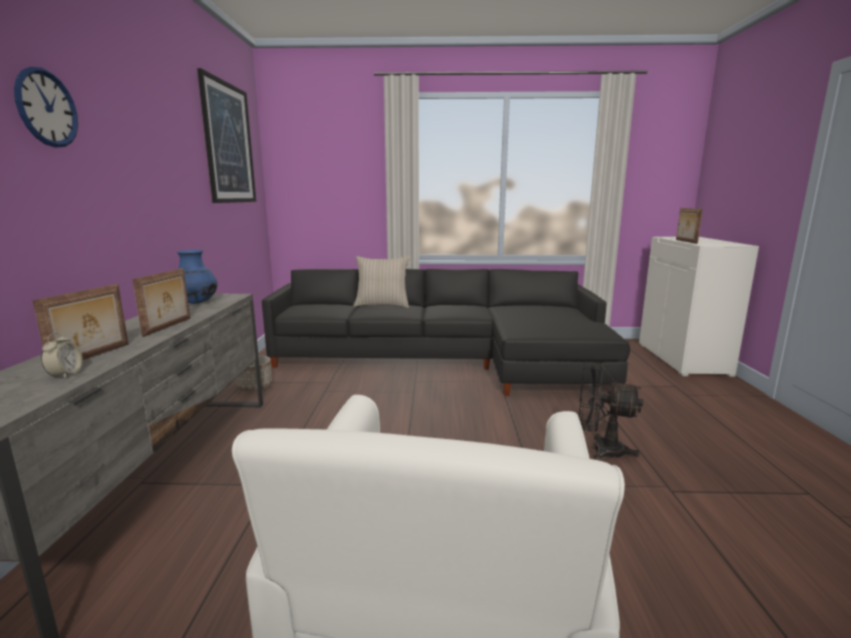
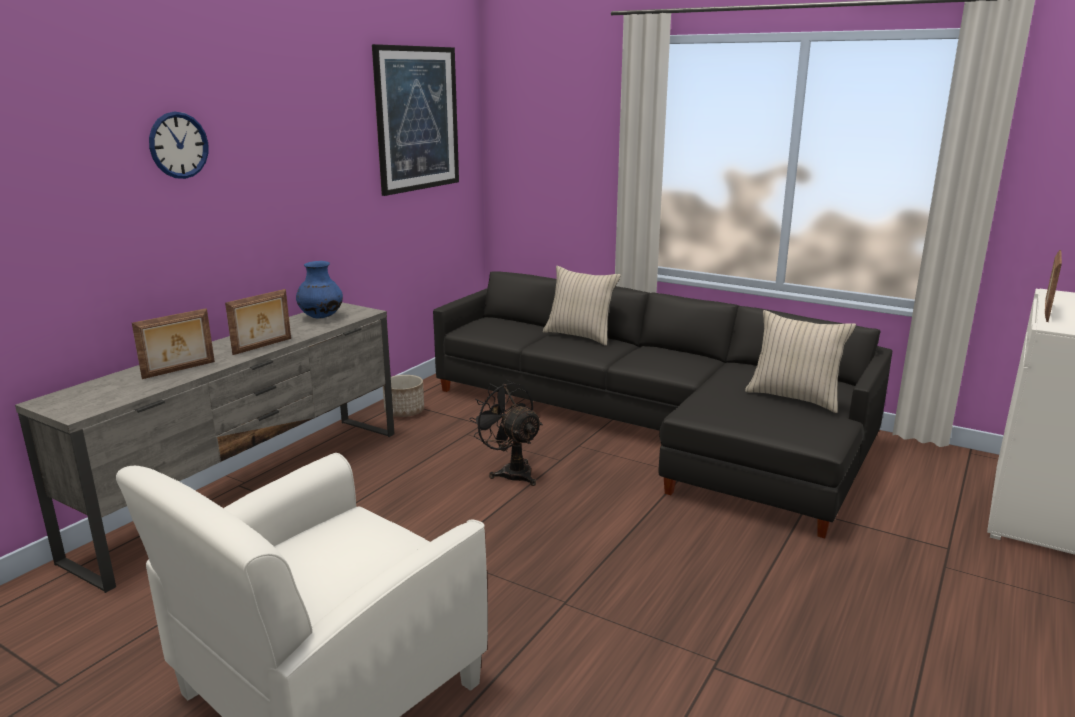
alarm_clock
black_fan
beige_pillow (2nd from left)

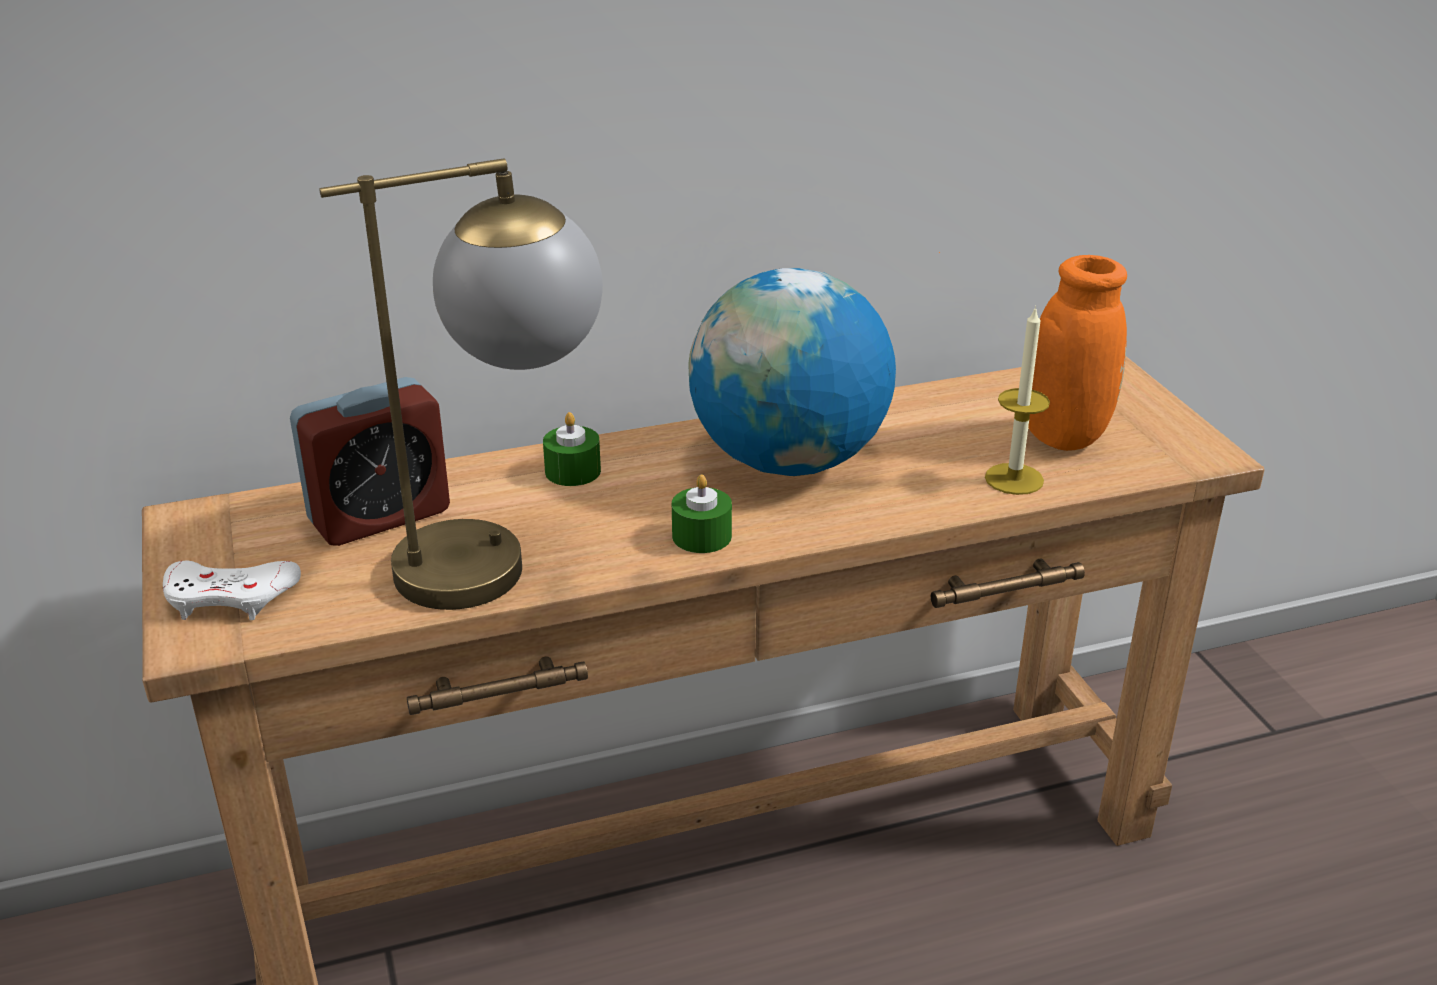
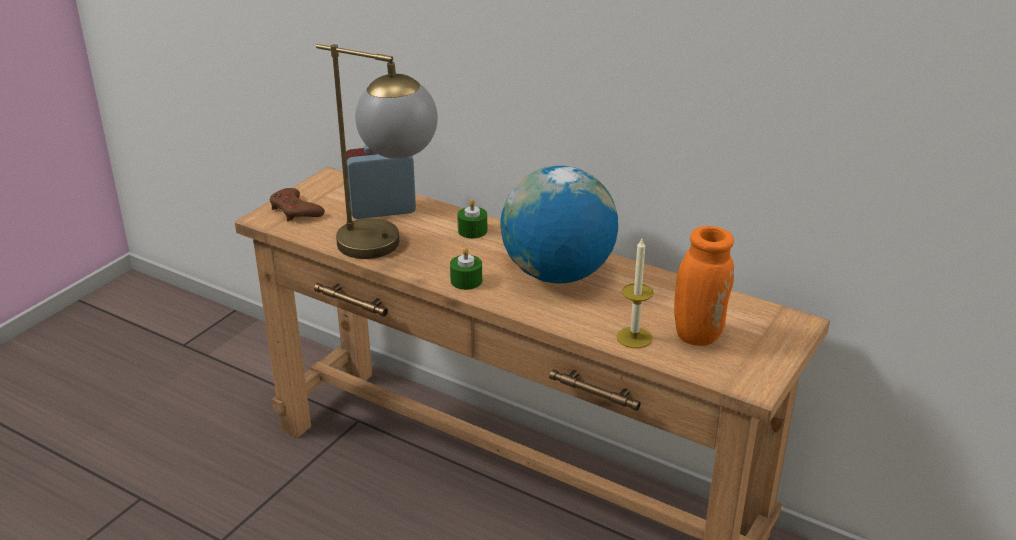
brown_game_controller
alarm_clock

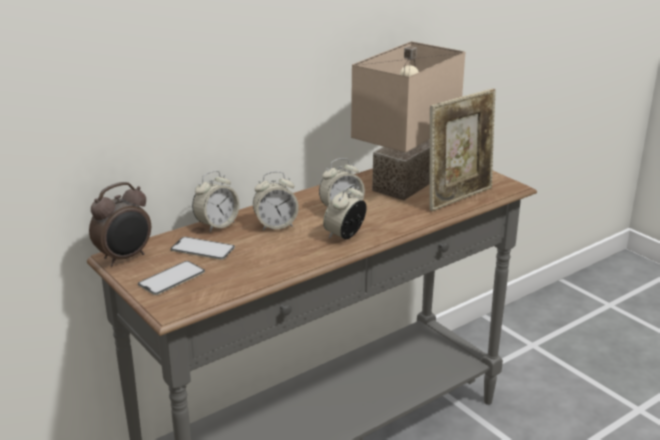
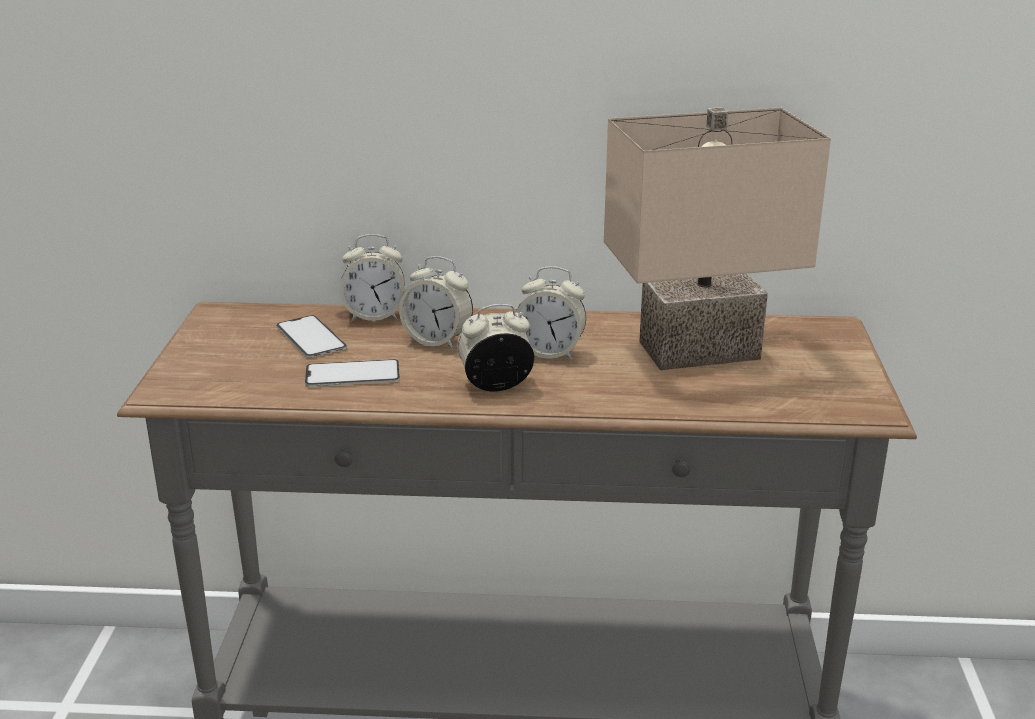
alarm_clock (1st from left in the first image)
phone (2nd from left)
picture_frame

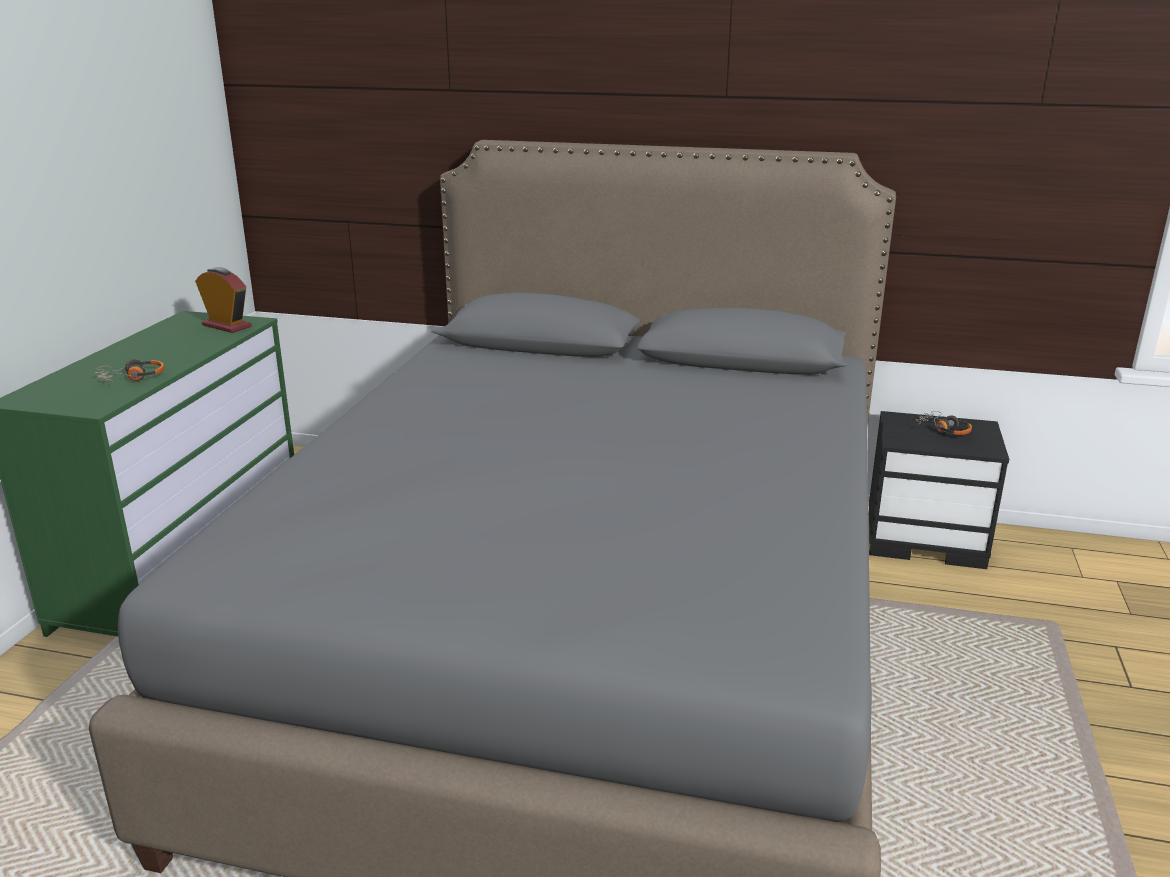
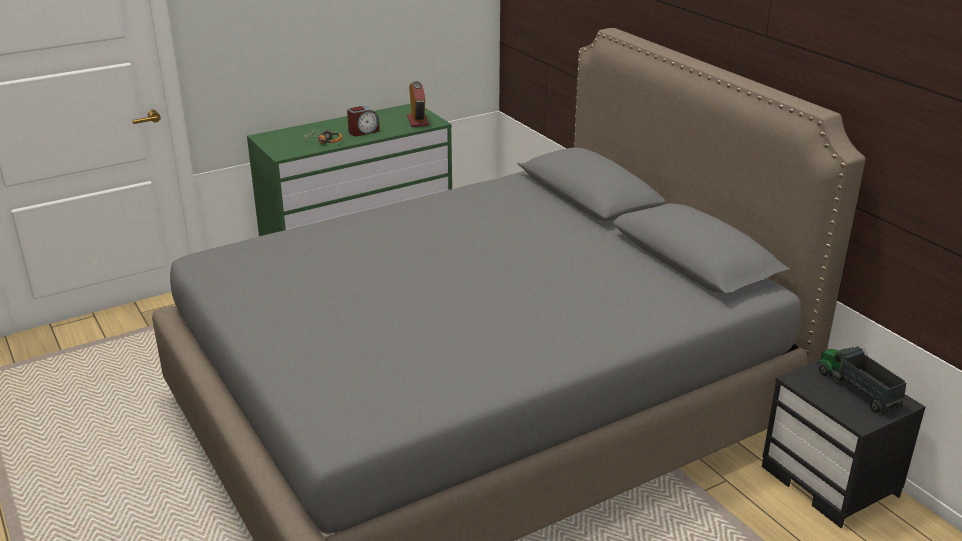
toy_truck
alarm_clock (1st from left)

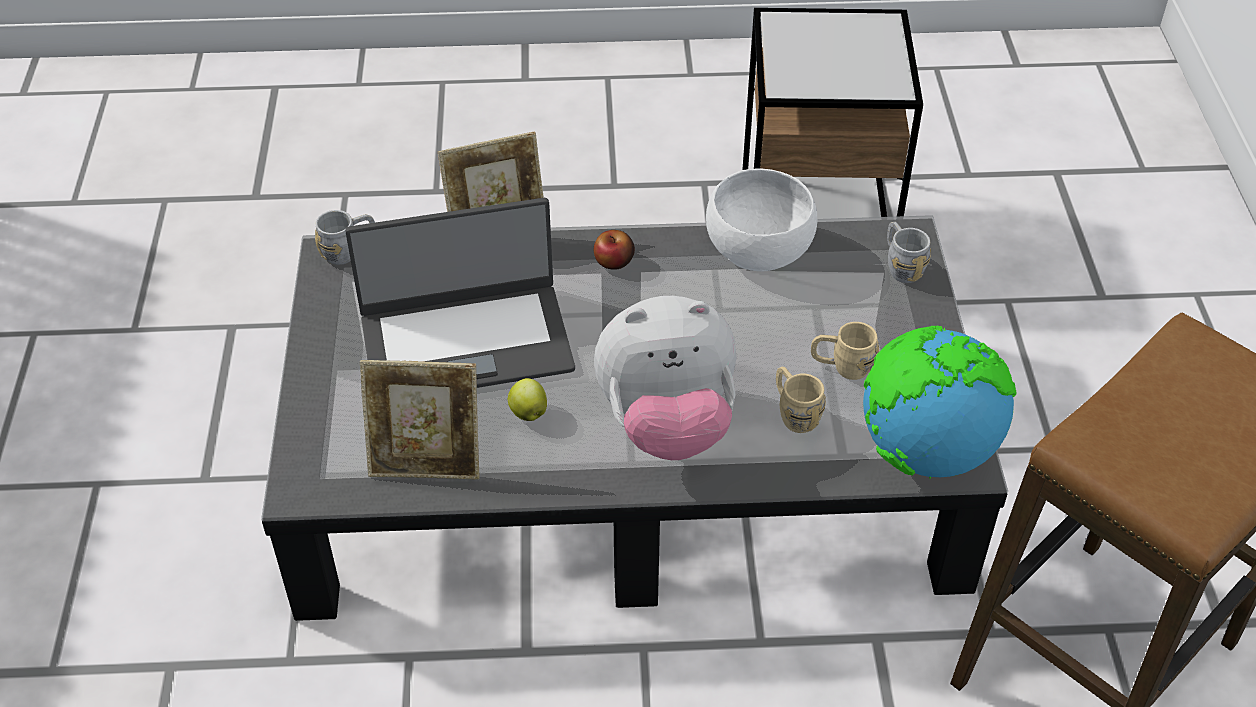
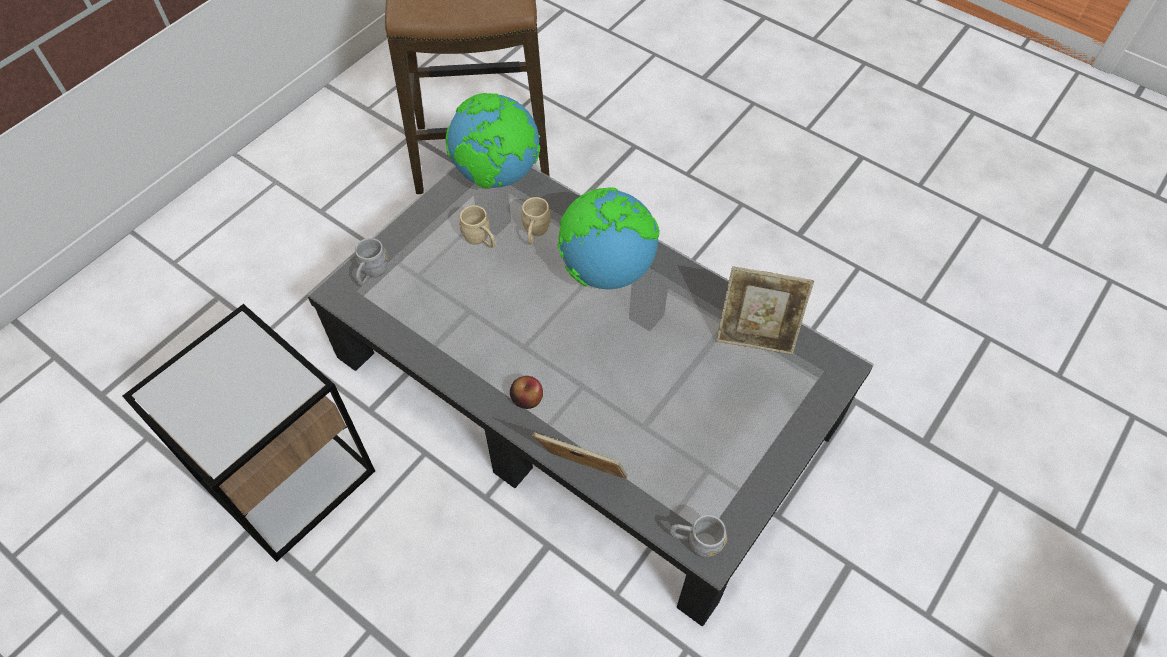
laptop
picture_frame (2nd from left)
apple (1st from left in the first image)
globe (2nd from left)
white_bowl

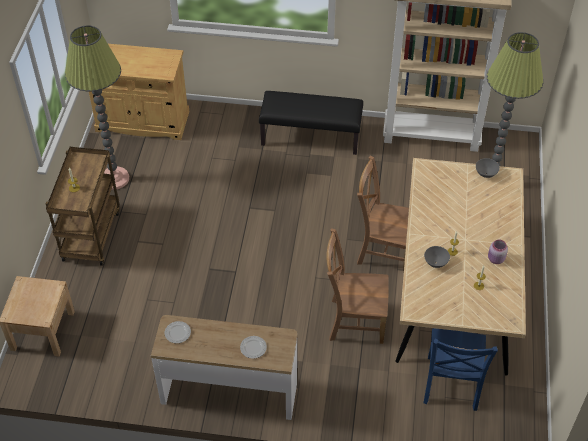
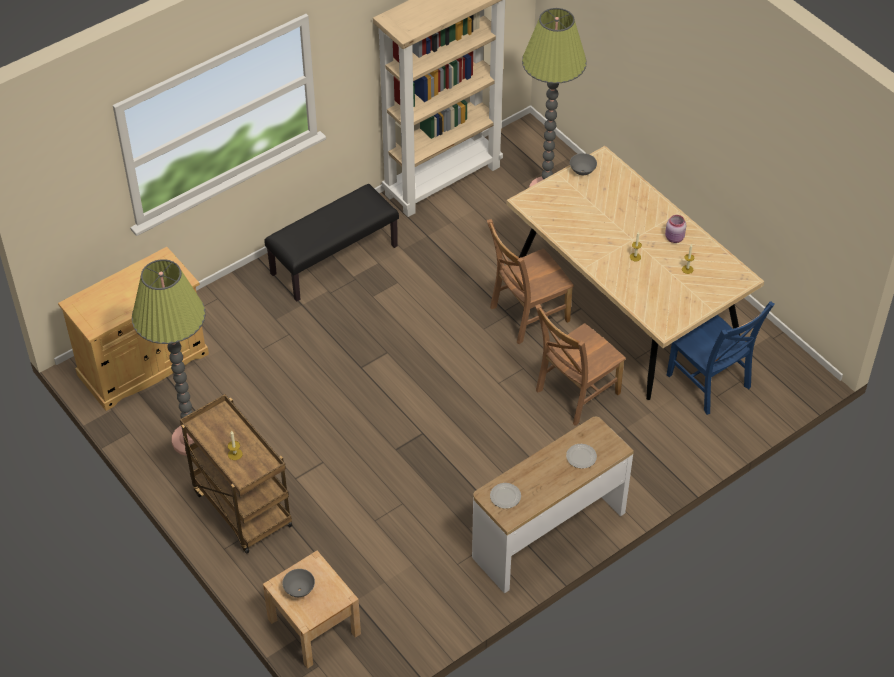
grey_bowl (1st from left)

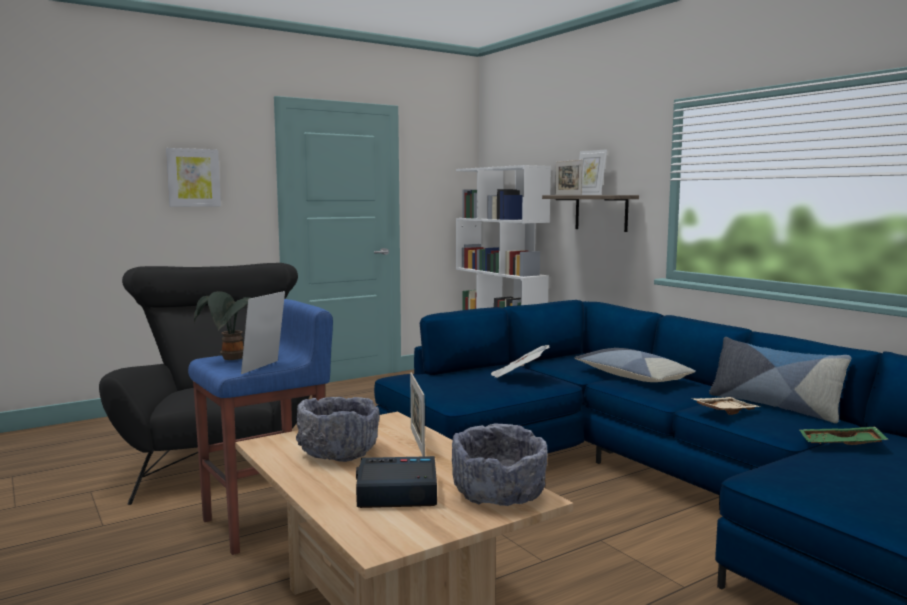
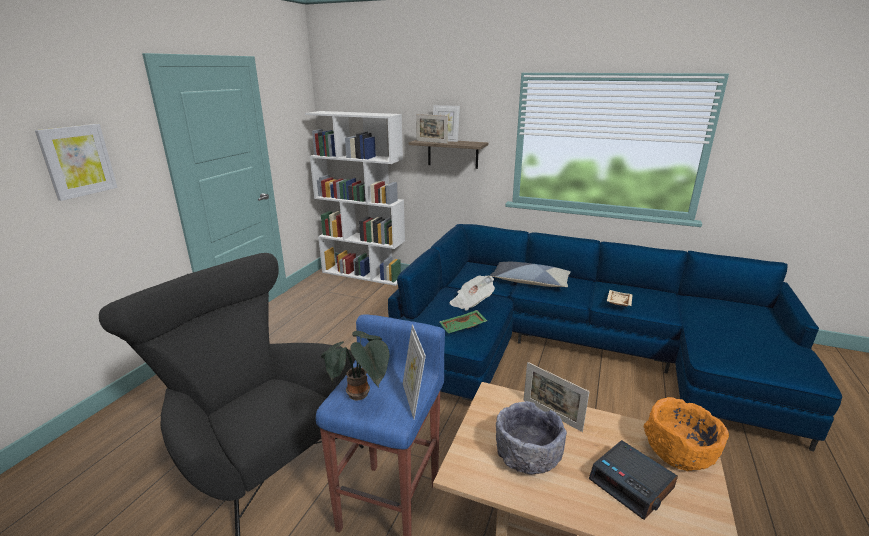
alarm_clock
orange_bowl
pillow (2nd from left in the first image)
green_tray

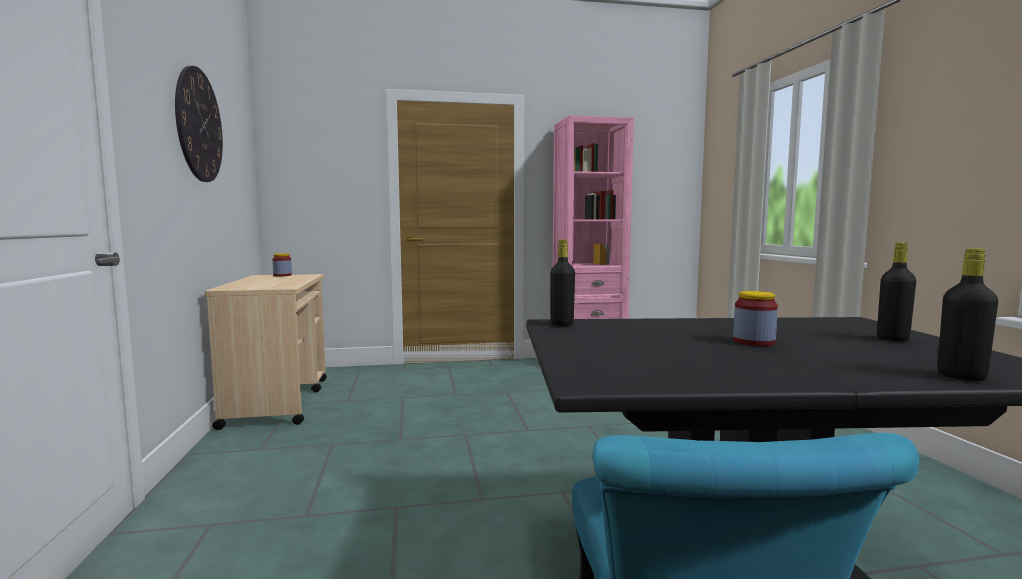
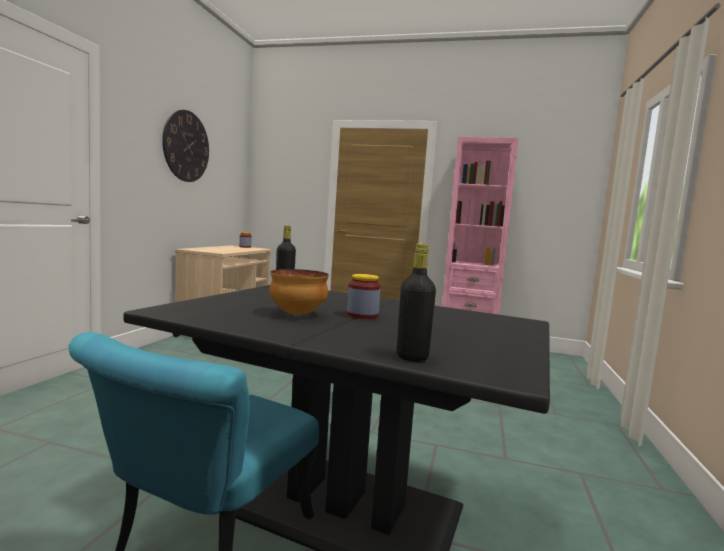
black_bottle (2nd from left in the first image)
bowl

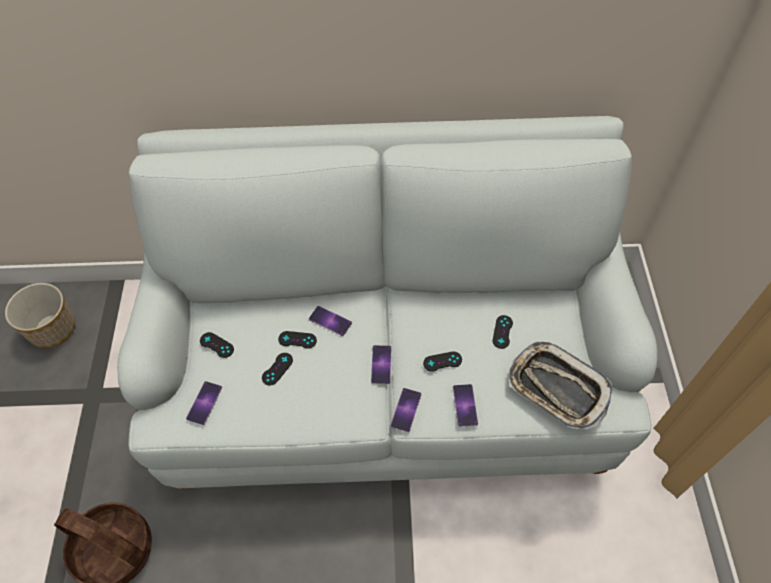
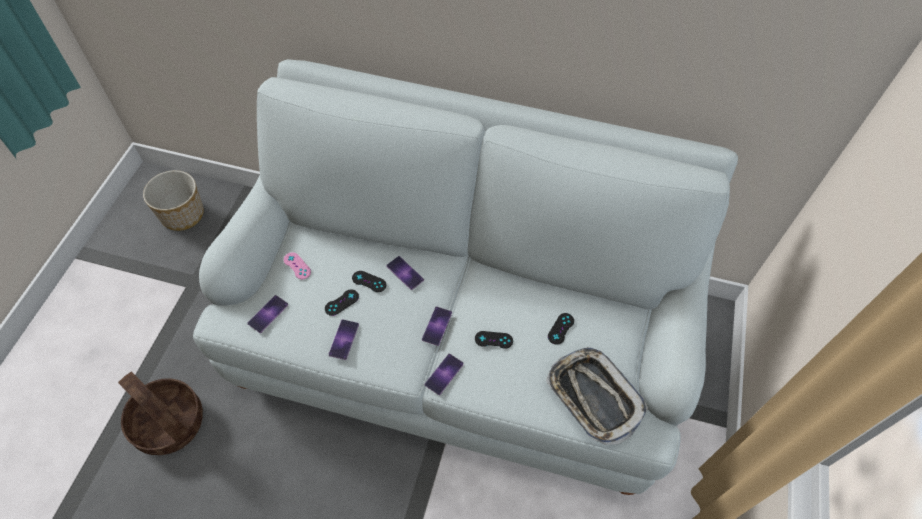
pink_game_controller
phone (2nd from left)

